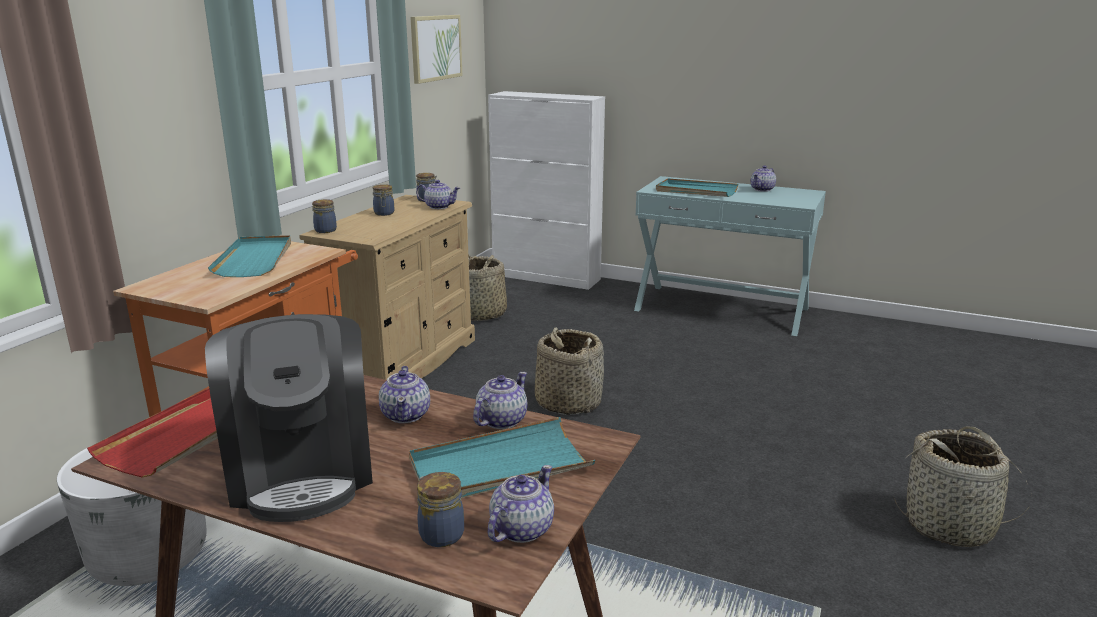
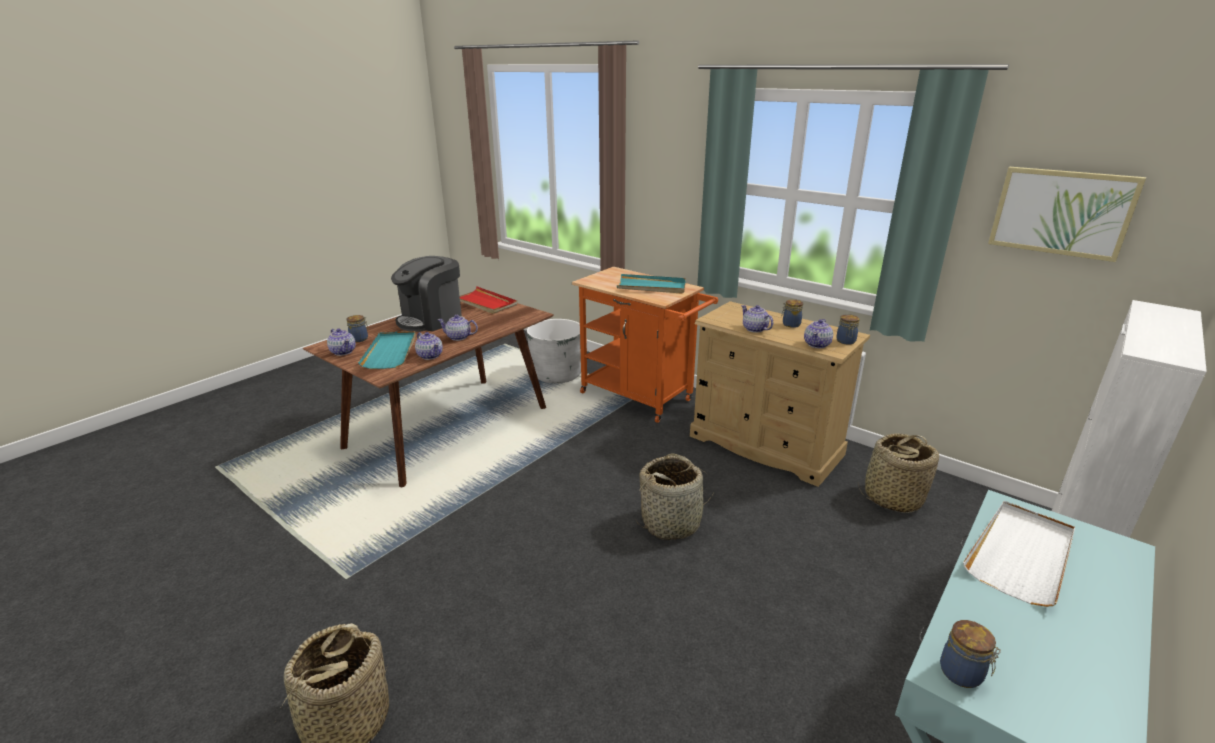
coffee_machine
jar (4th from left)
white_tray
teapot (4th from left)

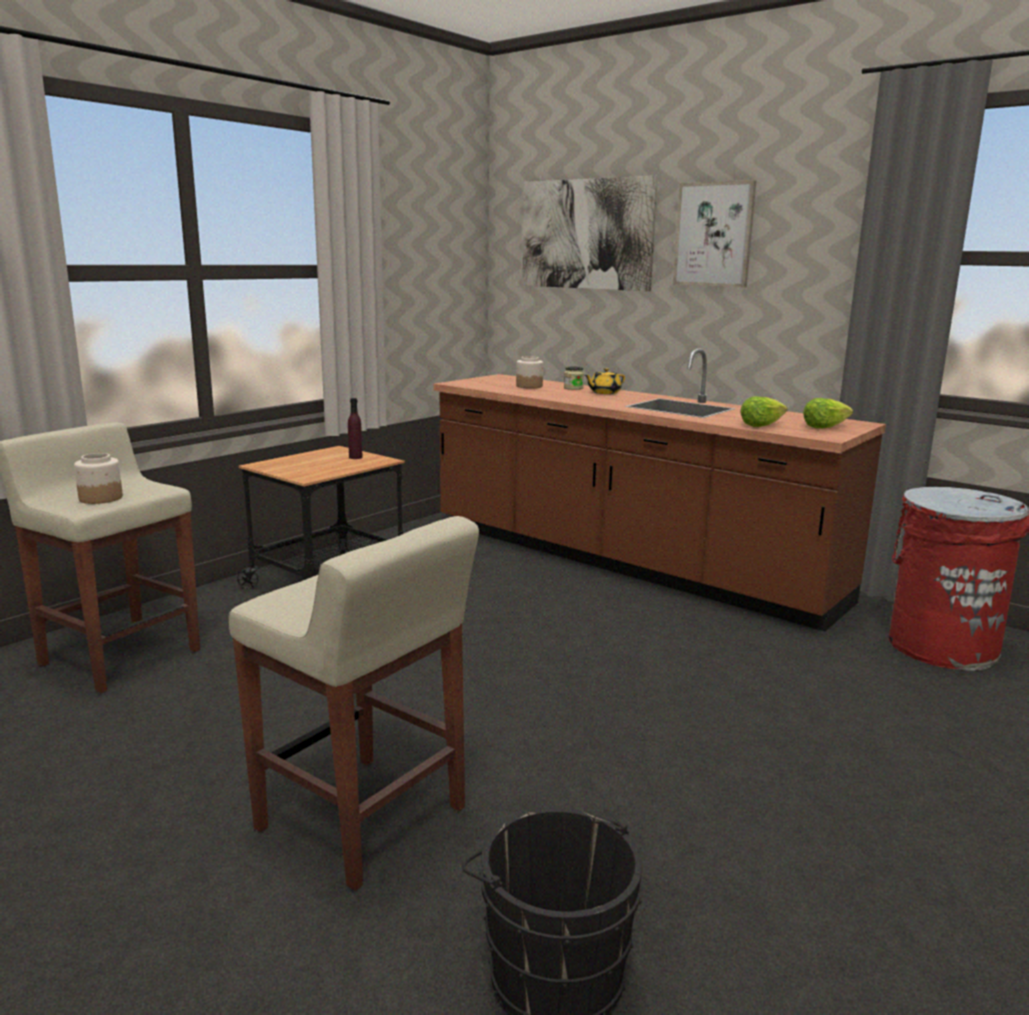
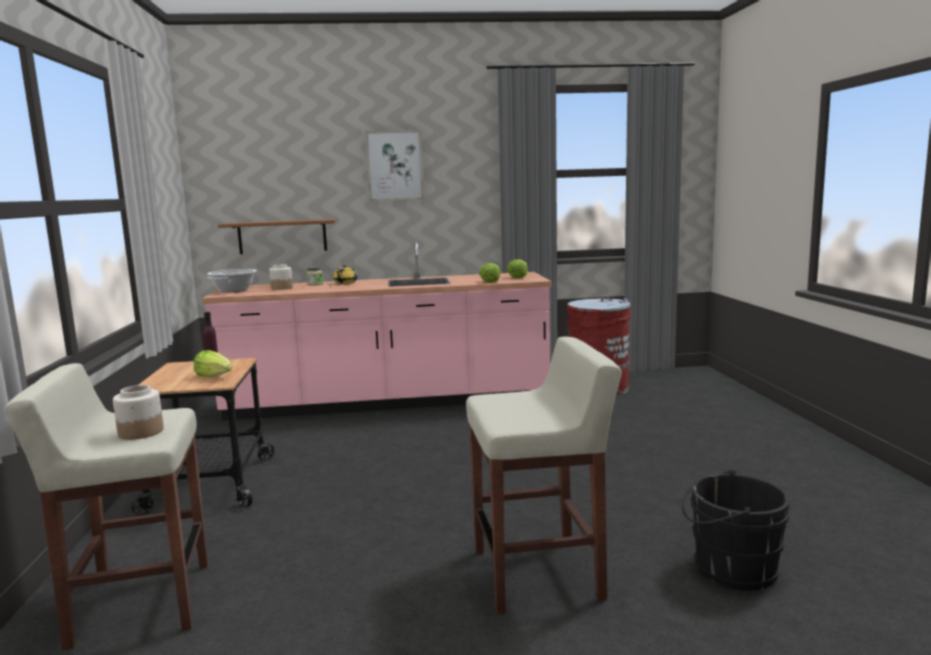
pink_counter
picture (1st from left in the first image)
lettuce (1st from left)
cooking_pot
brown_shelf

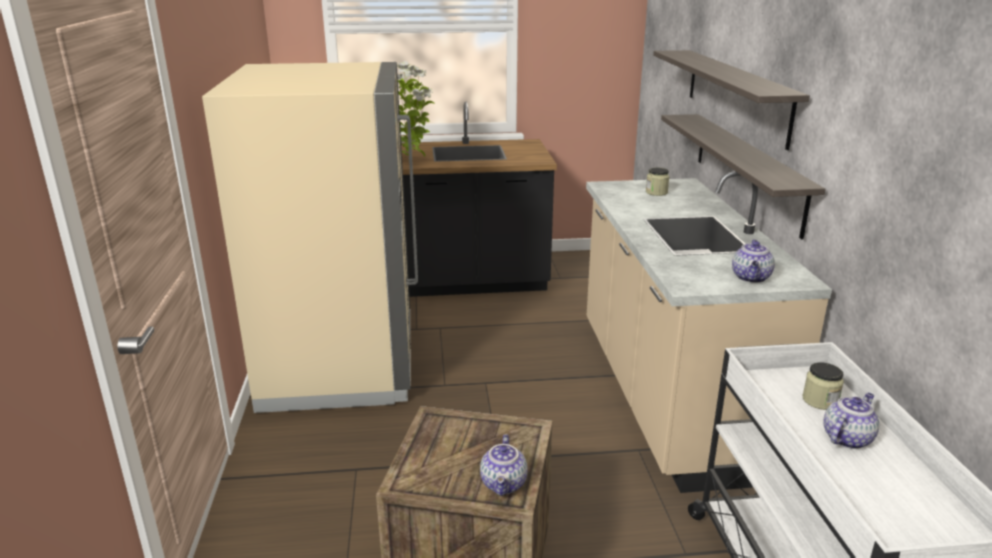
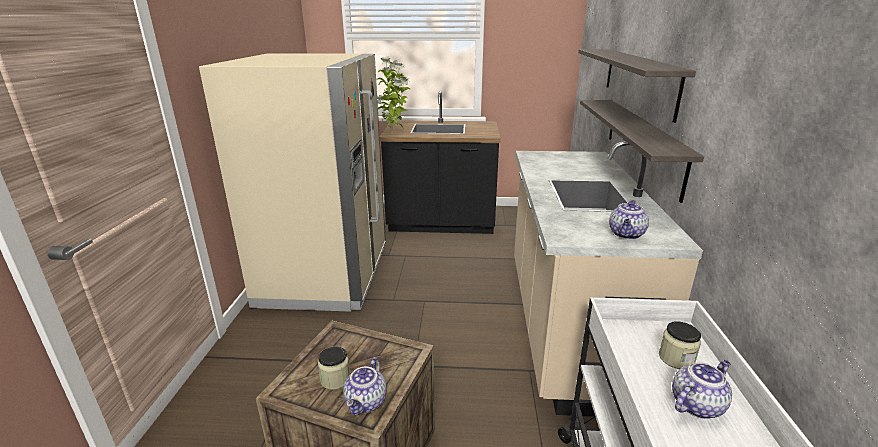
jar (1st from left)

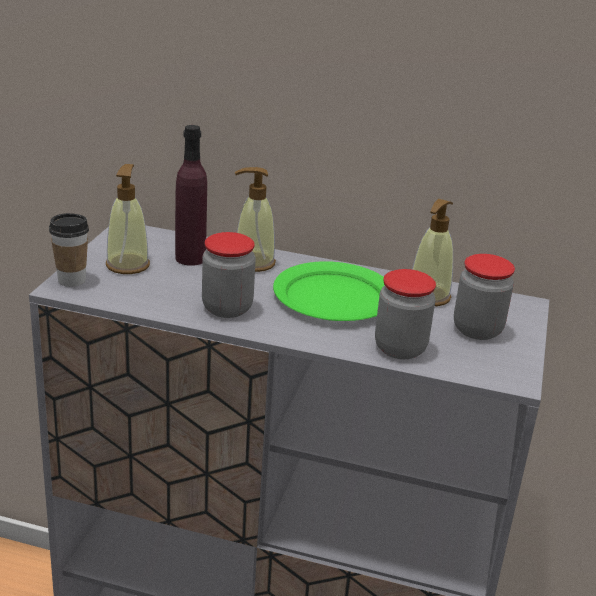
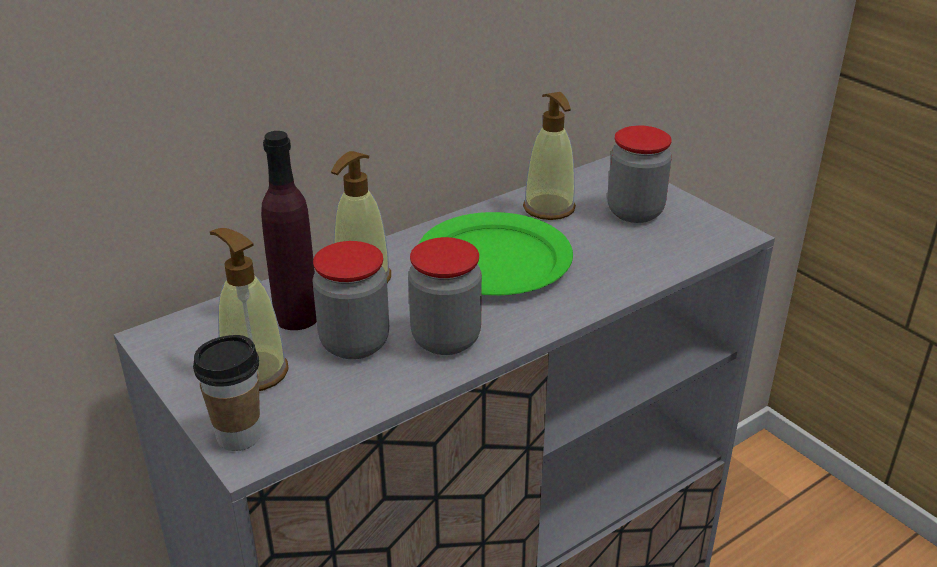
jar (1st from left)

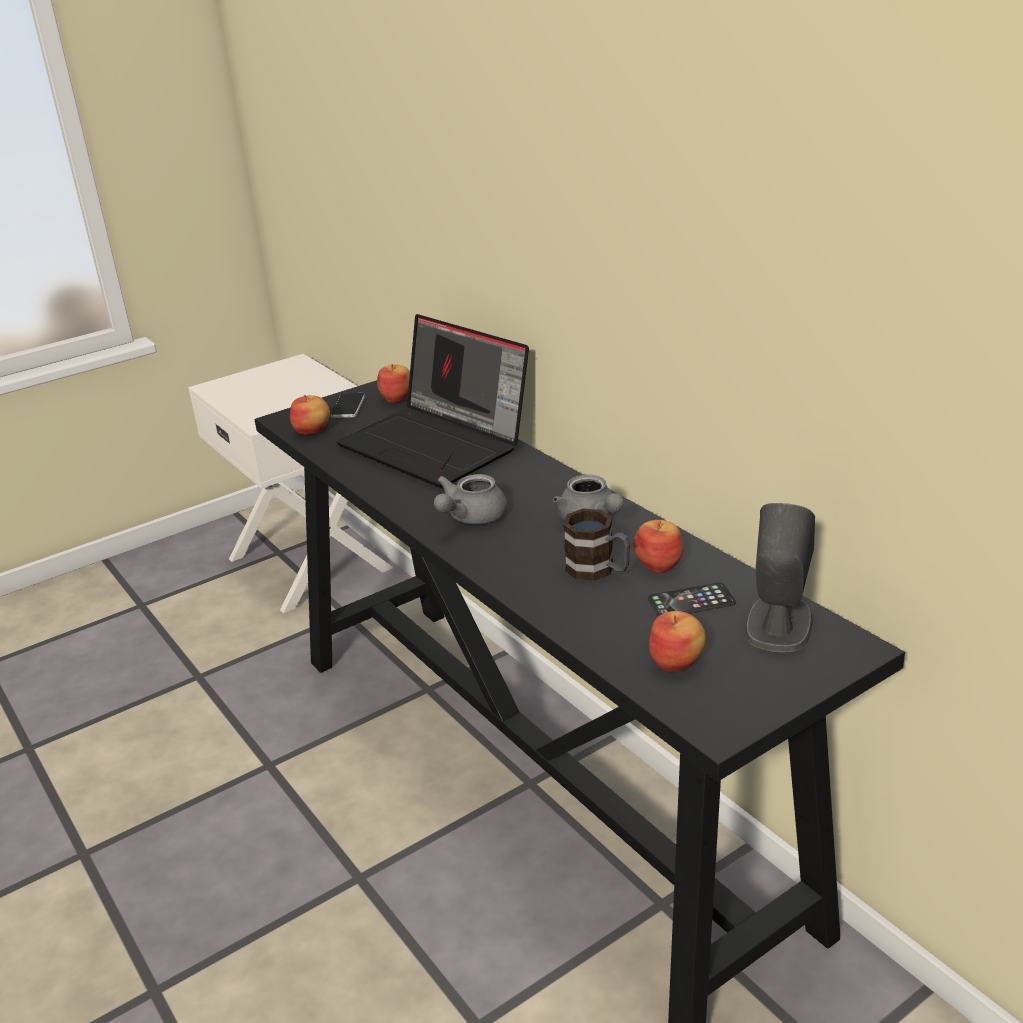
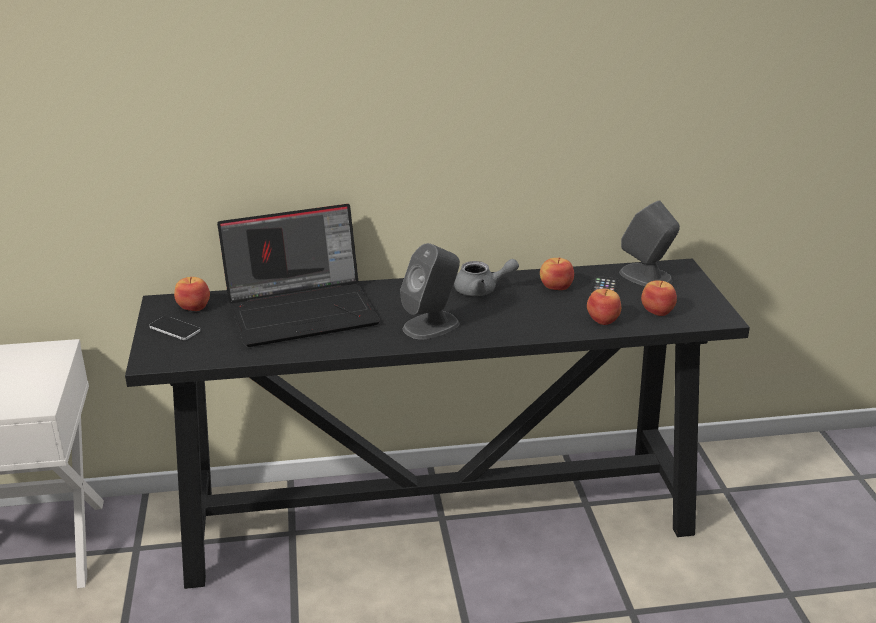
apple (3rd from left)
grey_speaker (1st from left)
mug

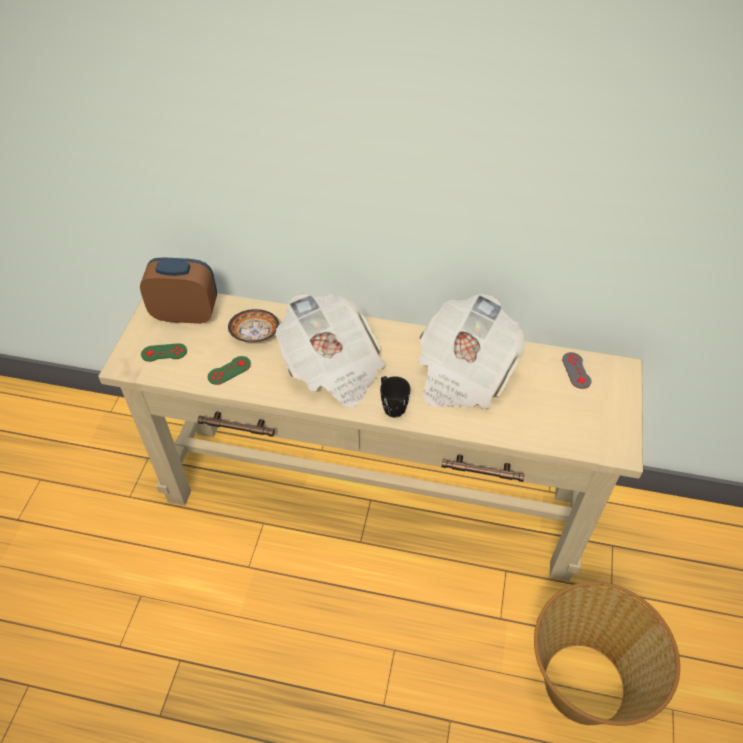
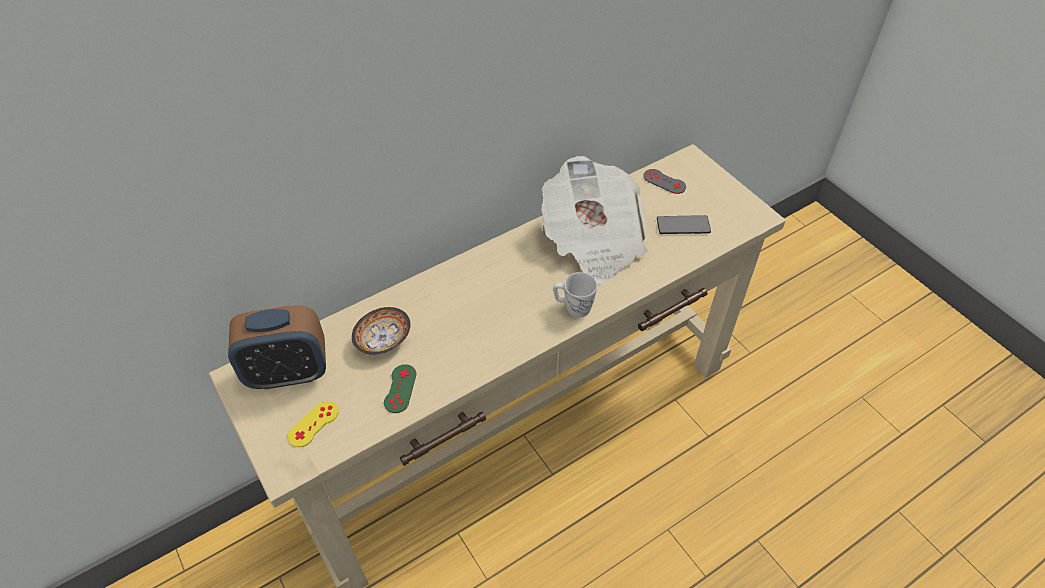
alarm_clock
yellow_game_controller
newspaper (1st from left in the first image)
white_mug
basket
phone

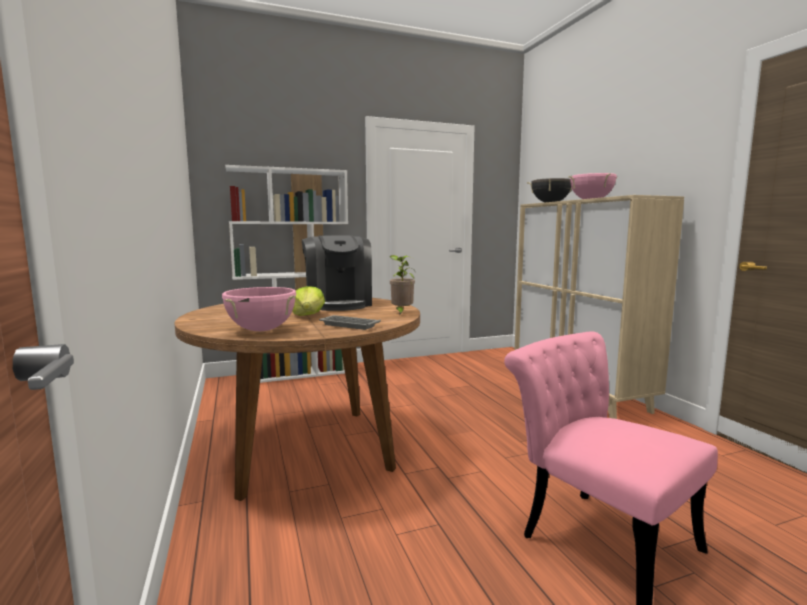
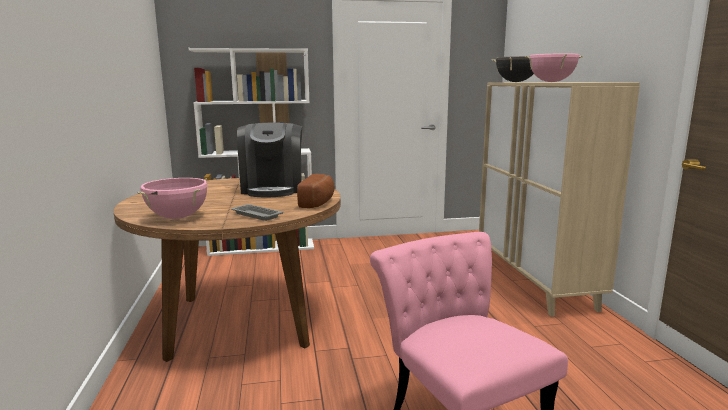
lettuce
bread

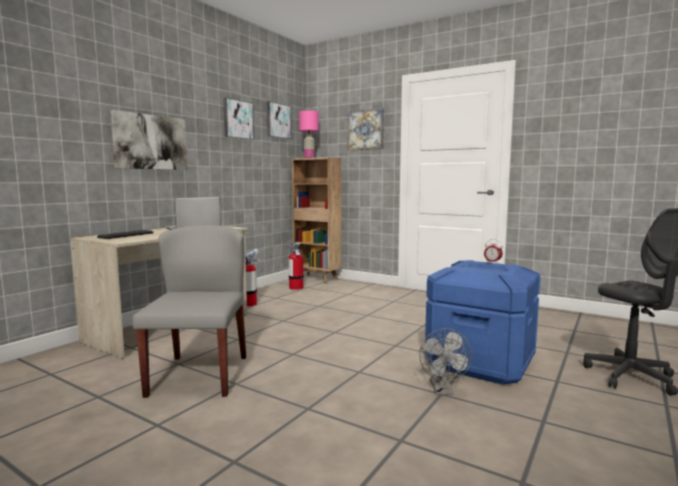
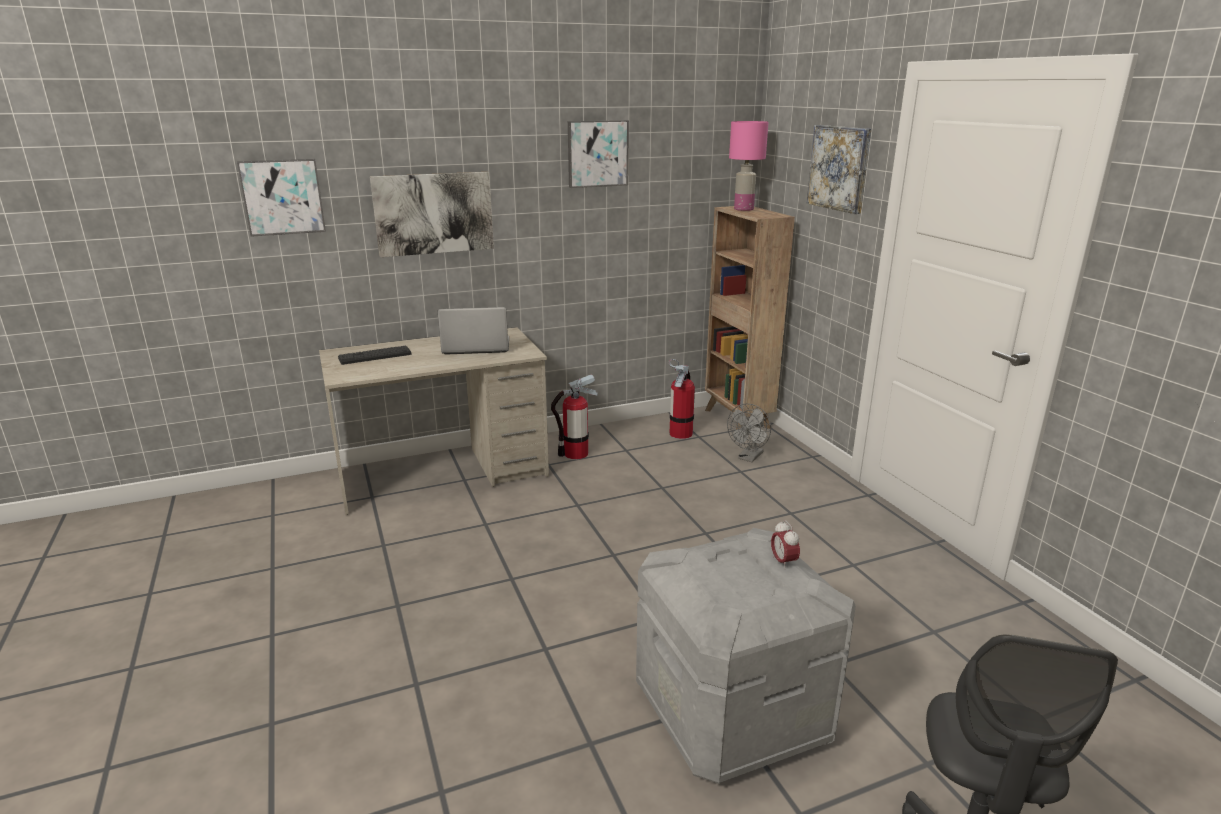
grey_chair
picture (1st from left)
grey_fan
grey_storage_box

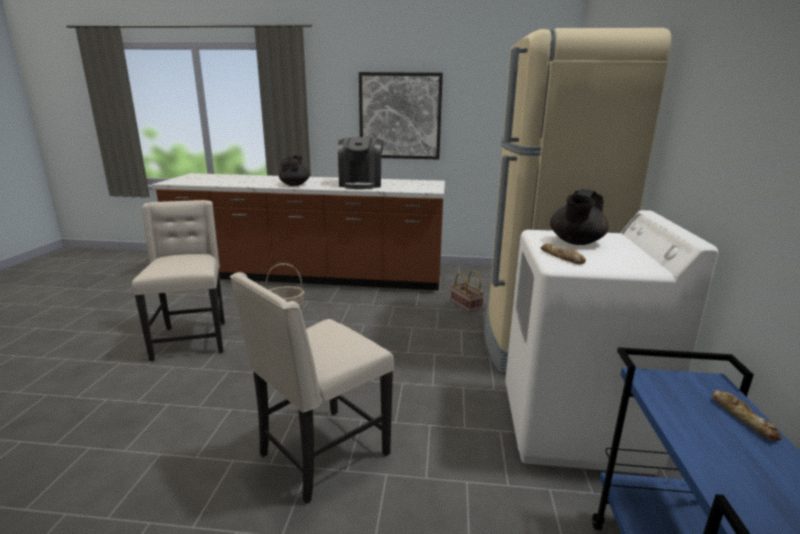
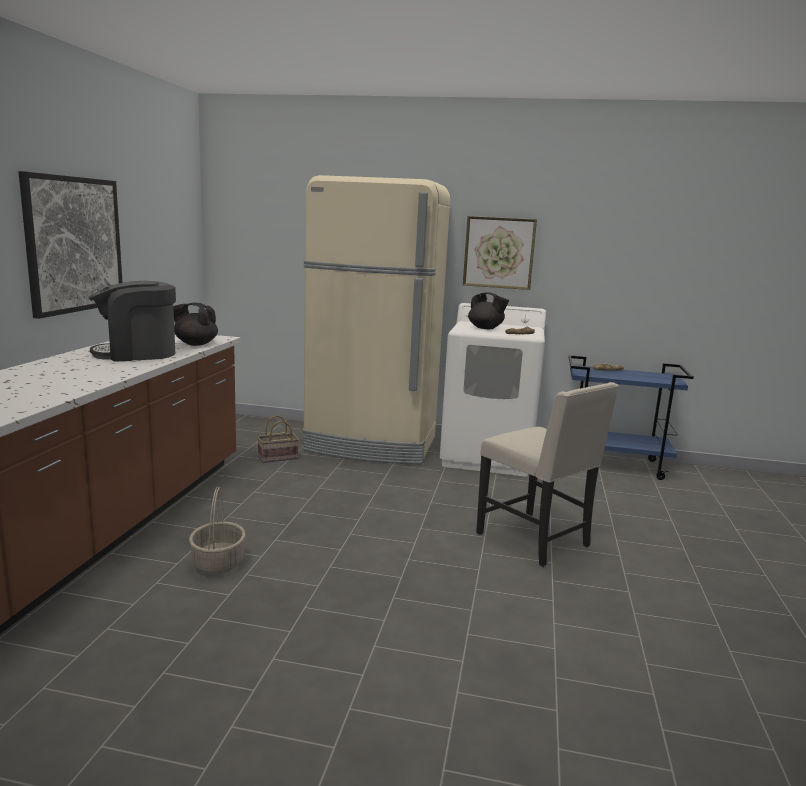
beige_chair (1st from left in the first image)
black_teapot (1st from left)
coffee_machine
picture (2nd from left)

